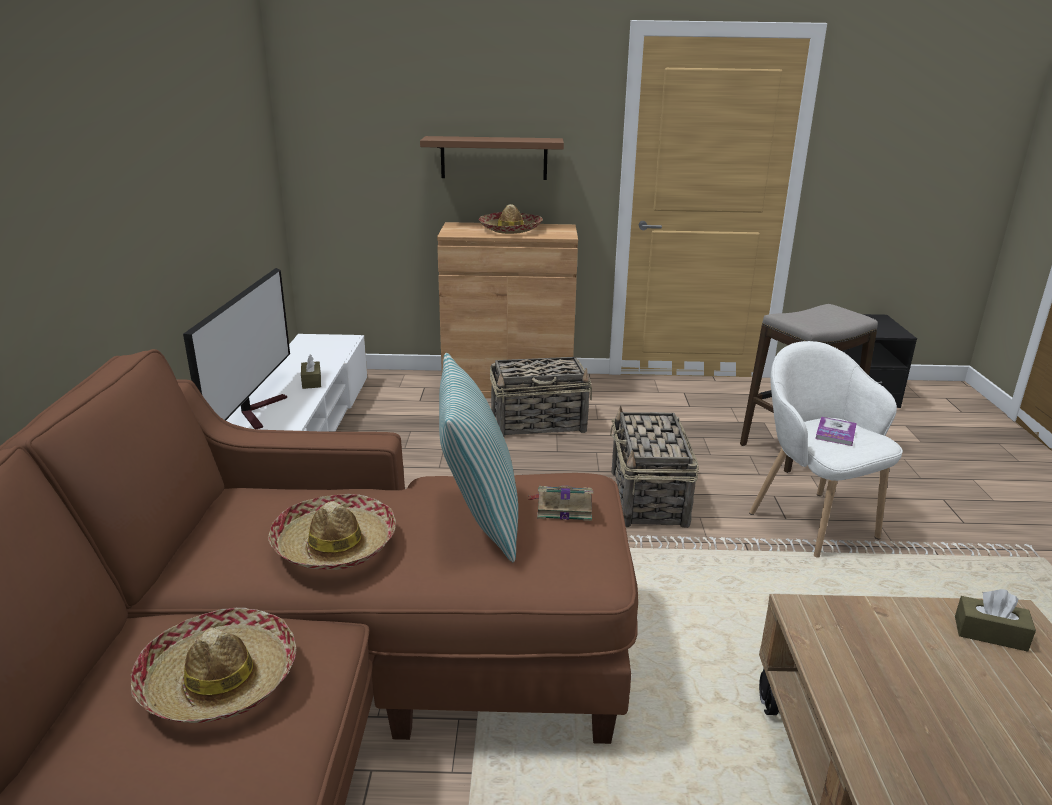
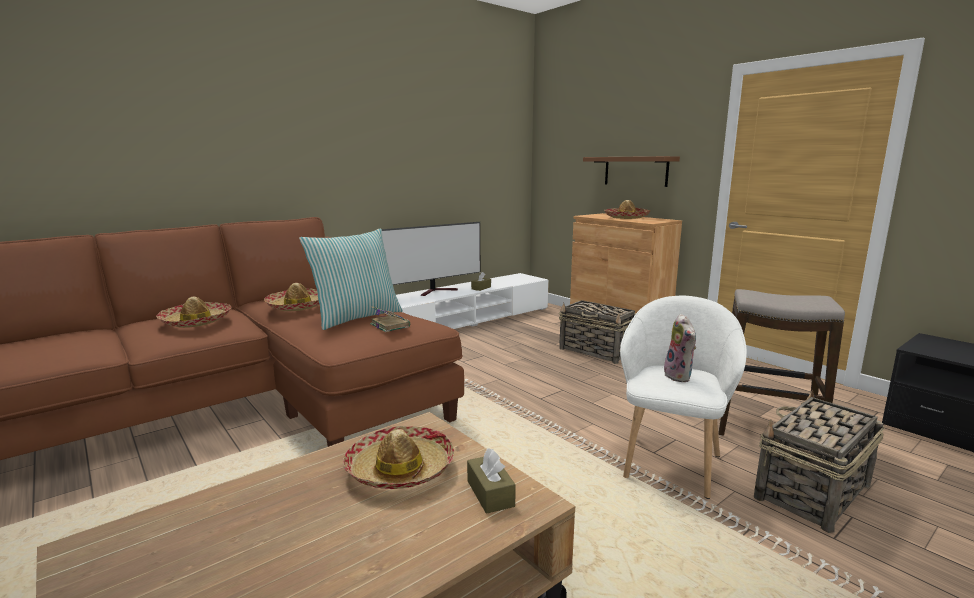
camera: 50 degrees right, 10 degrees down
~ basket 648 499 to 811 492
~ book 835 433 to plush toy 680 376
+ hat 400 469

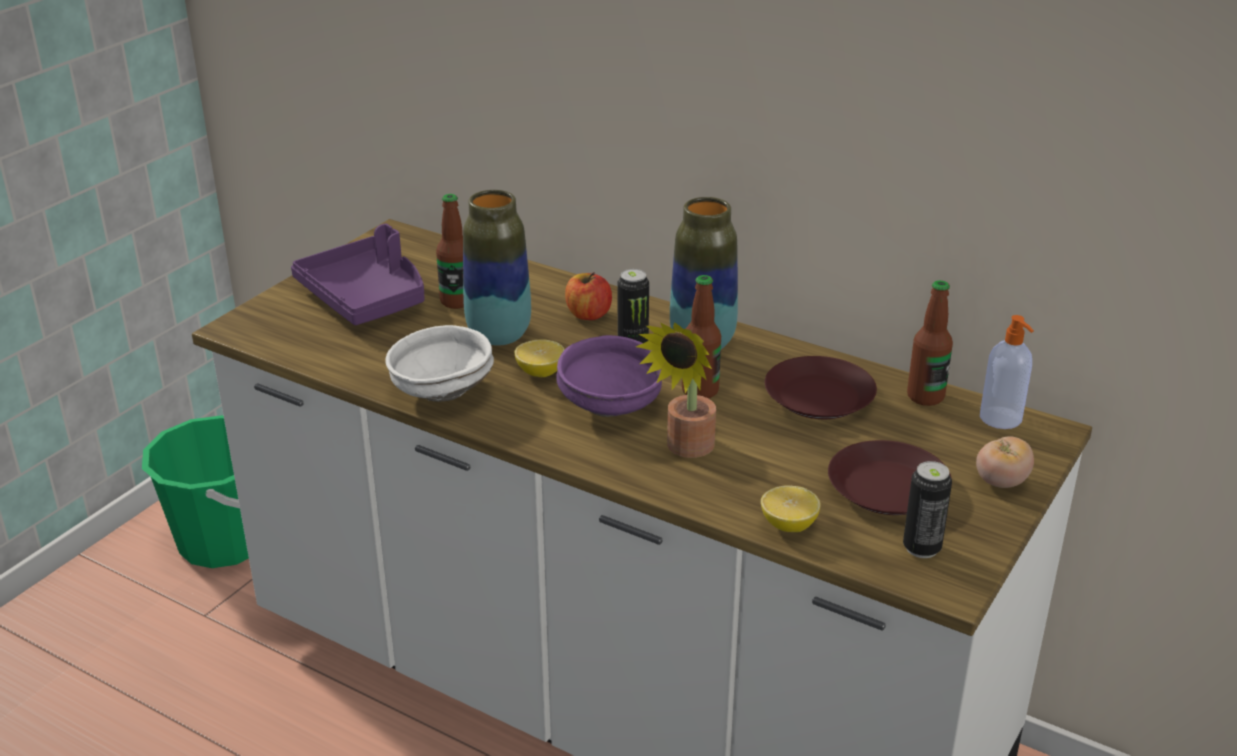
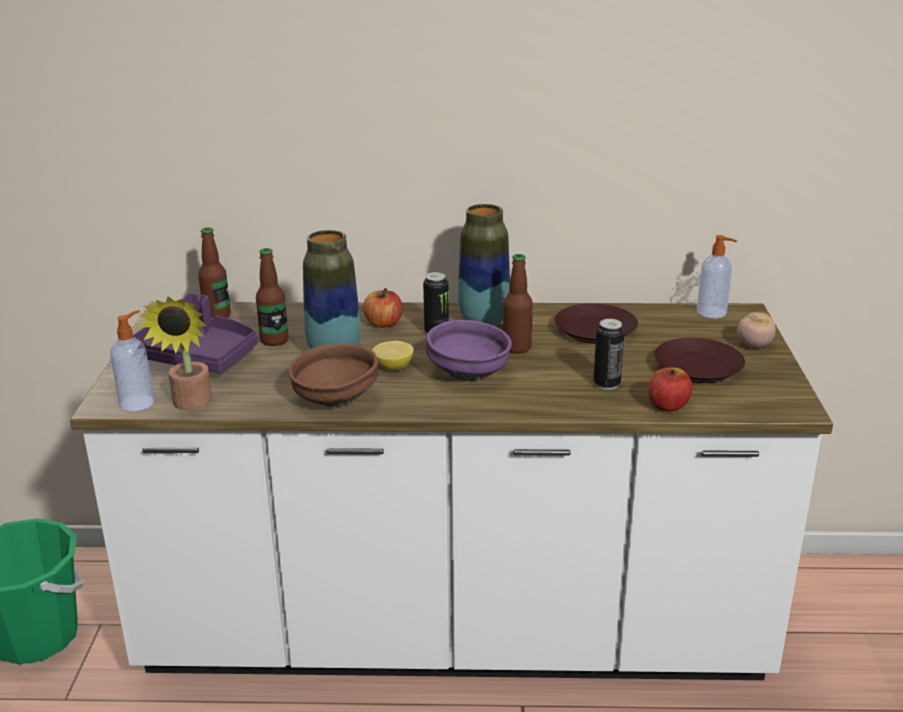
camera: 30 degrees left, 5 degrees down
~ bowl/white 440 391 to bowl/brown 334 399
~ potted plant 685 449 to 191 405
~ lemon 788 525 to apple 667 406
~ can 921 548 to 606 384
~ bottle 925 397 to 217 316
+ soap dispenser 138 402

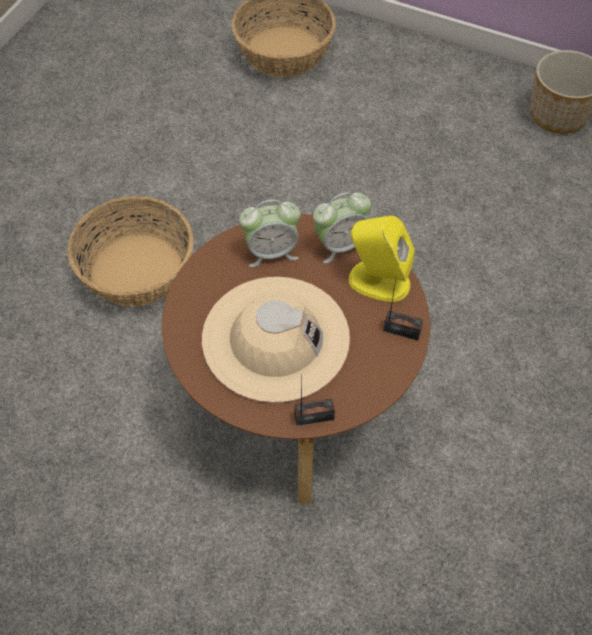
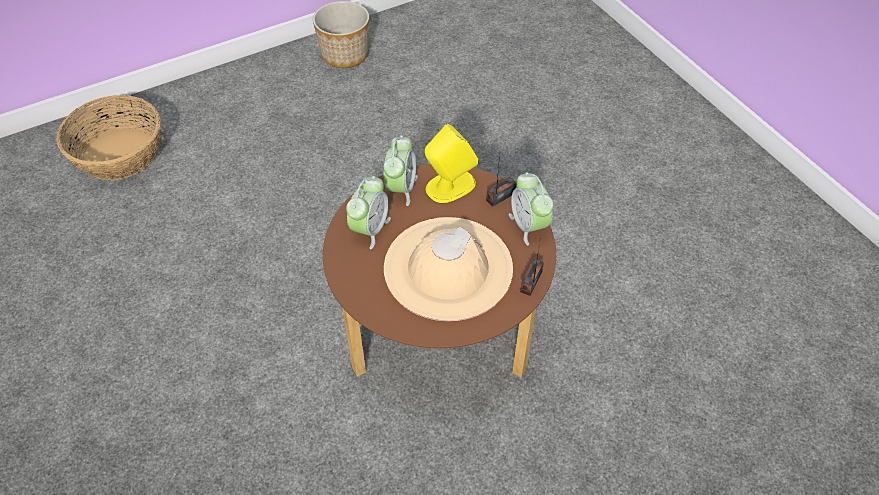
camera: 55 degrees left, 5 degrees down
- basket 137 269
+ alarm clock 529 226

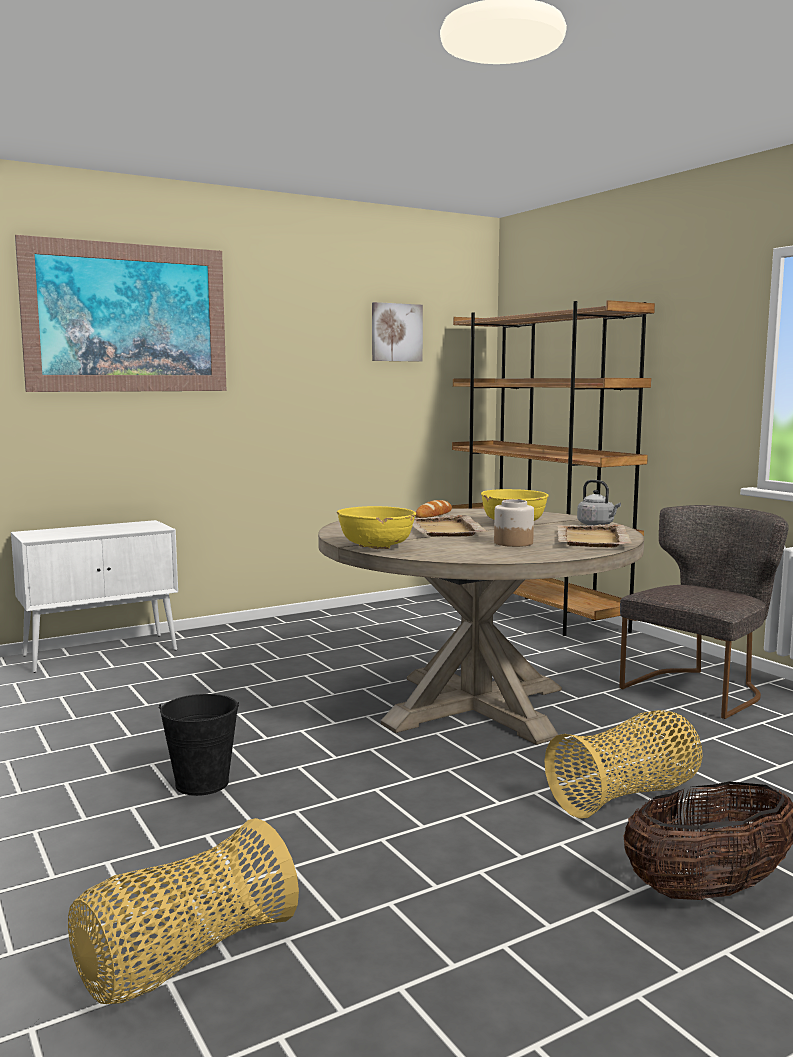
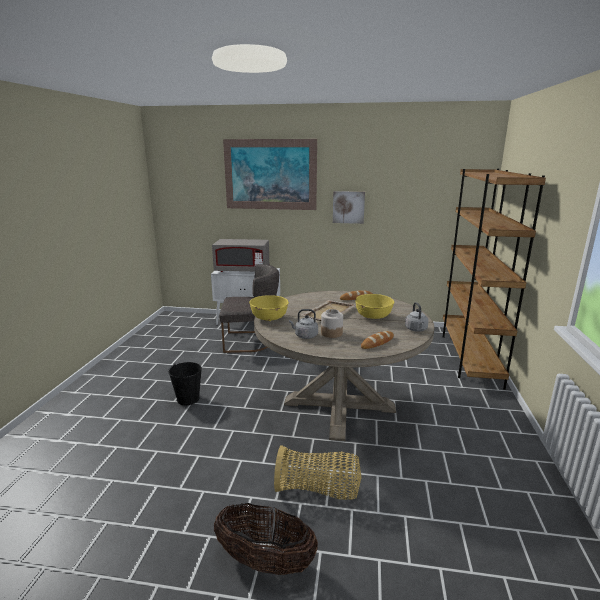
camera: 40 degrees right, 10 degrees up
- basket 184 959
~ picture 396 332 to 348 207
~ tray/beige 591 539 to bread 377 342
~ chair/grey 700 688 to 251 341
+ microwave/grey 242 270
+ kettle/grey 305 336

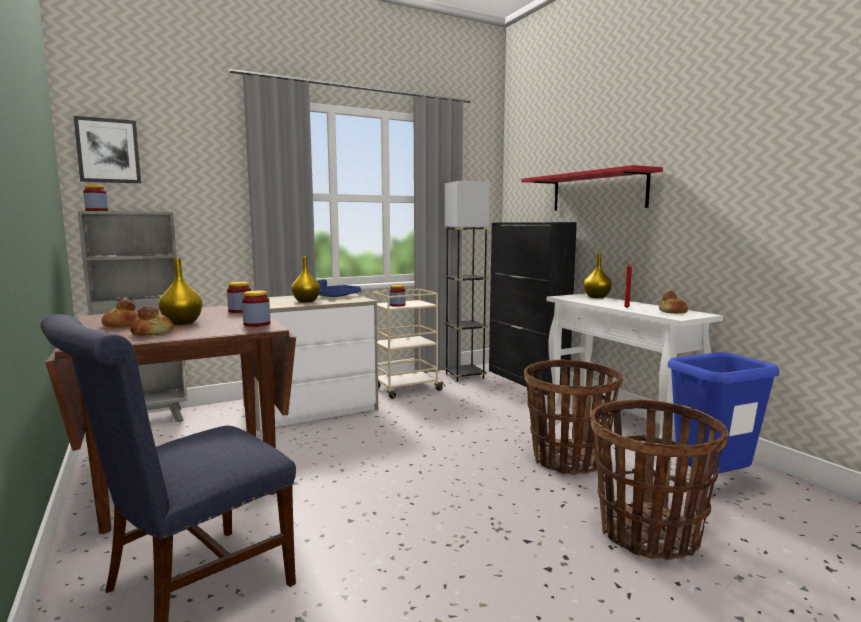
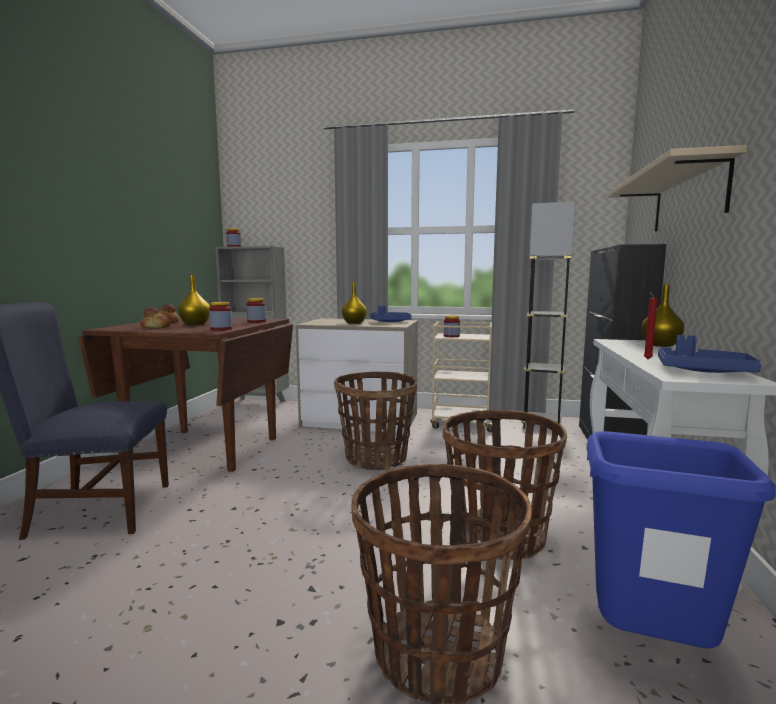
camera: 40 degrees right, 0 degrees up
- picture 108 151
~ shelf/red 597 191 to shelf/beige 688 198
~ bread 673 312 to tray/blue 702 371
+ basket 376 458

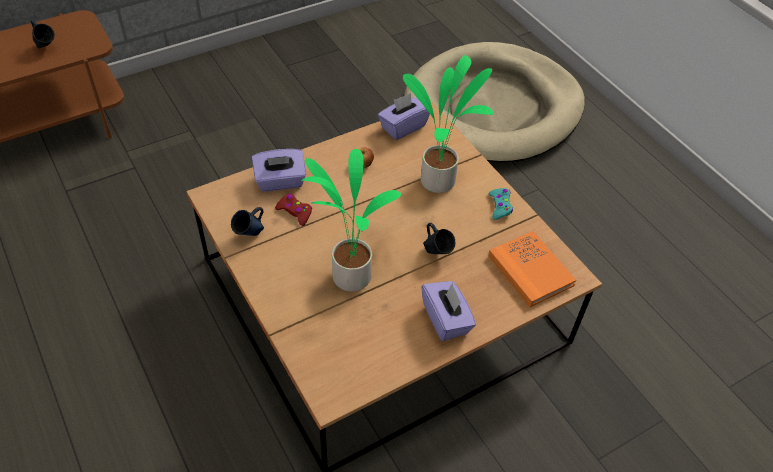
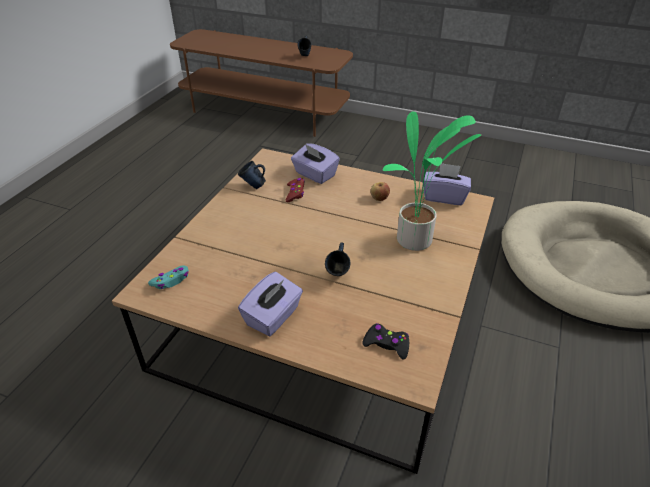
camera: 55 degrees right, 10 degrees down
- potted plant 349 275
~ book/orange 530 270 to game controller/black 386 344
~ game controller/turquoise 500 206 to 171 281

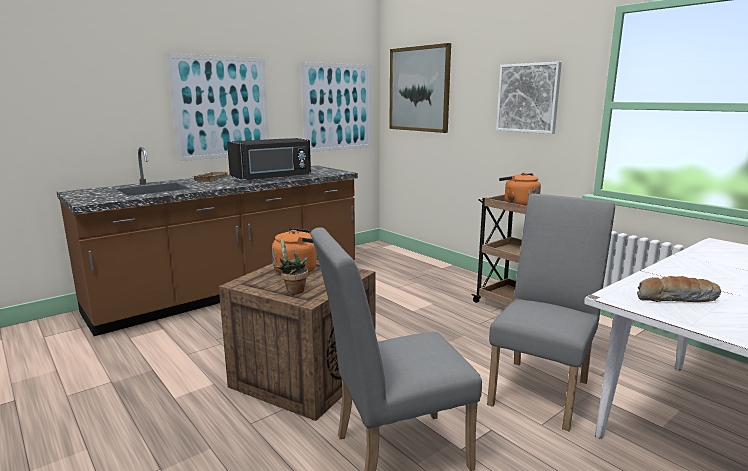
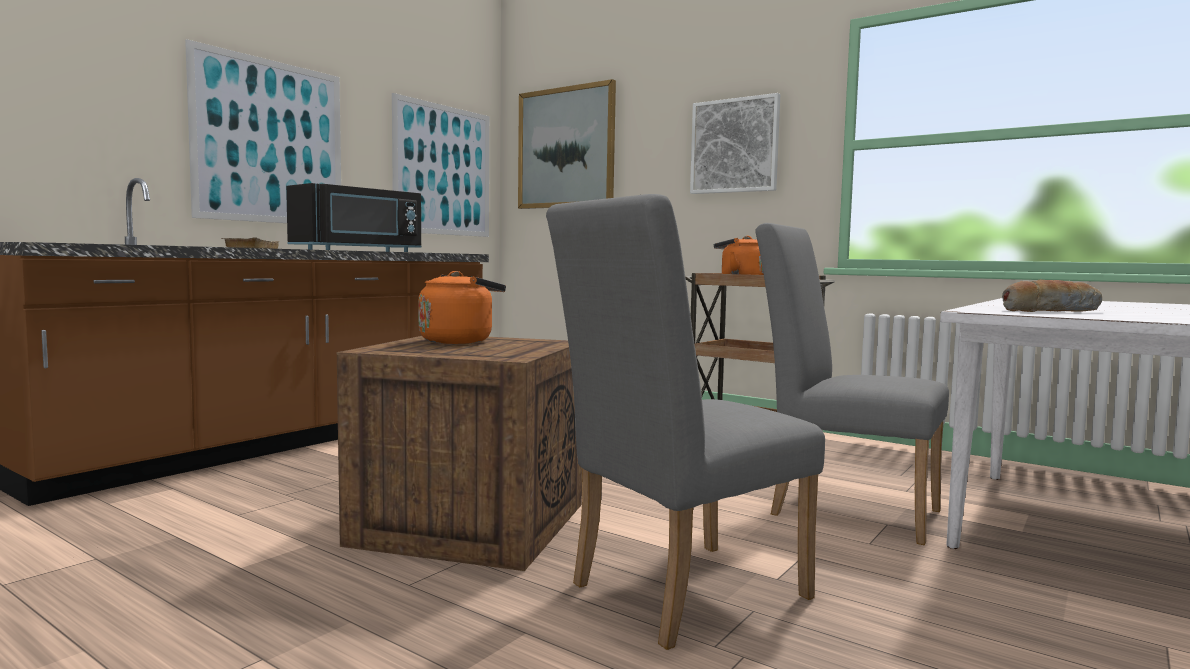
camera: 15 degrees left, 10 degrees down
- potted plant 293 290
~ chair/grey 542 388 = 842 508 75 degrees counterclockwise

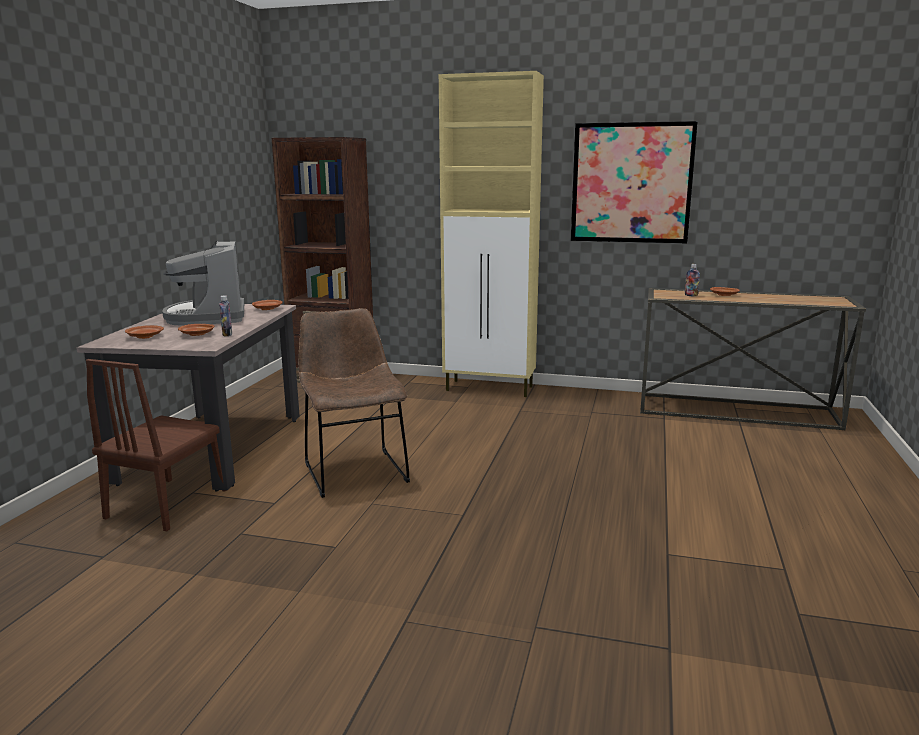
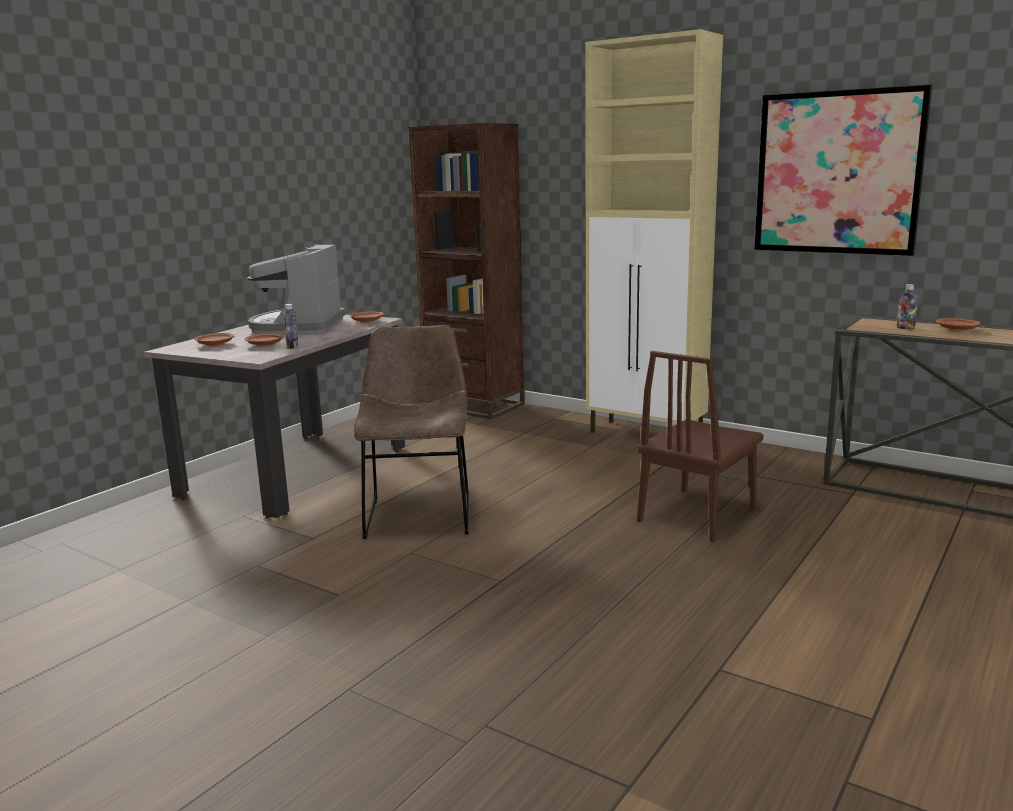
camera: 20 degrees right, 0 degrees up
~ chair/brown 168 503 to 697 514

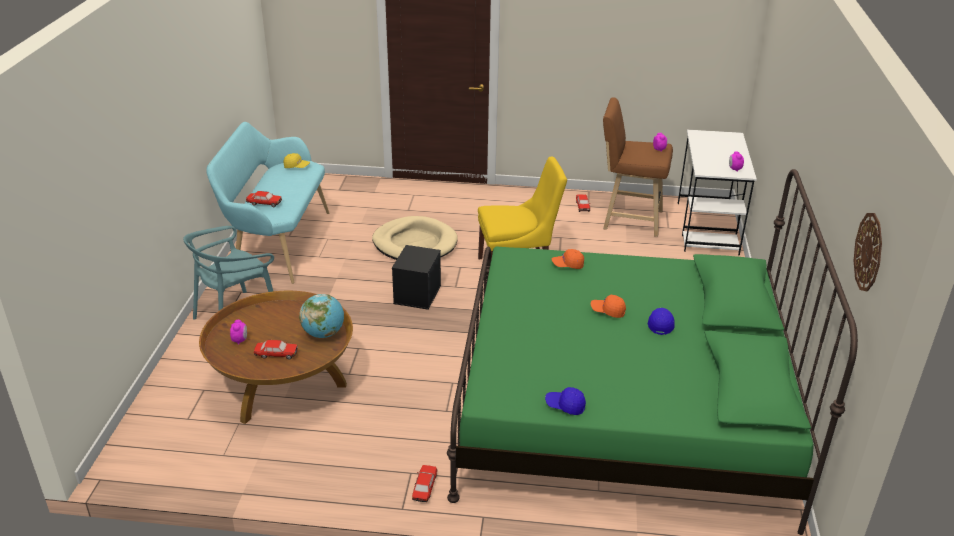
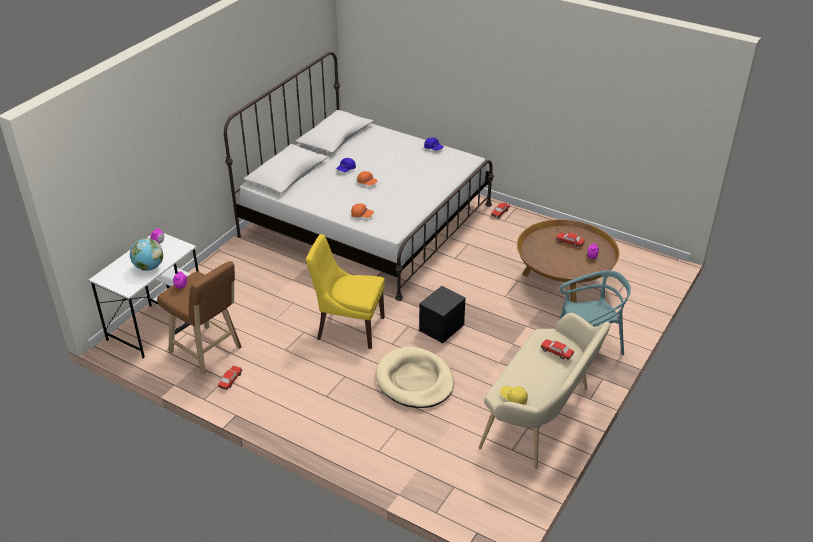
camera: 155 degrees left, 5 degrees up
~ bench/turquoise 277 244 to bench/beige 541 419
~ globe 323 333 to 149 267
~ bed/green 622 406 to bed/white 366 220
- wall clock 869 252

